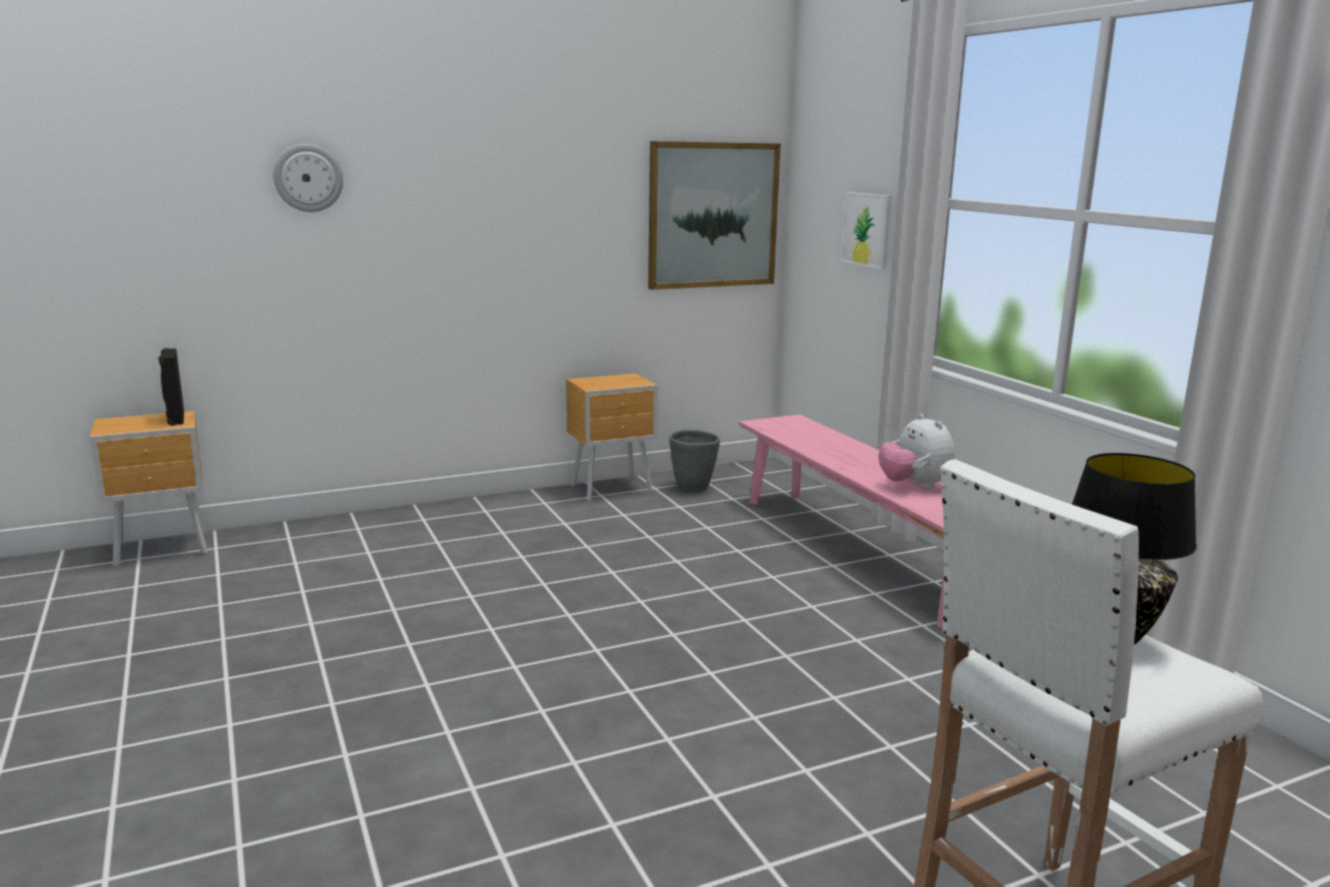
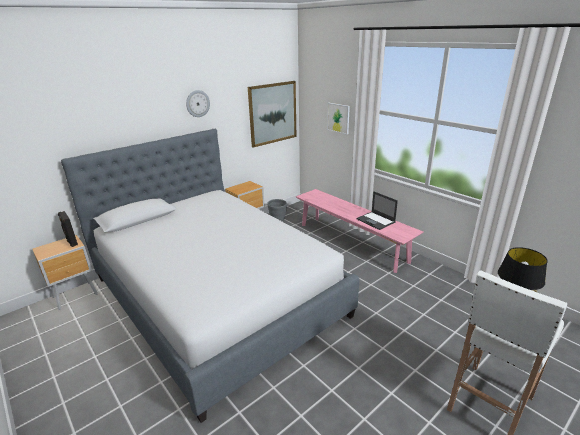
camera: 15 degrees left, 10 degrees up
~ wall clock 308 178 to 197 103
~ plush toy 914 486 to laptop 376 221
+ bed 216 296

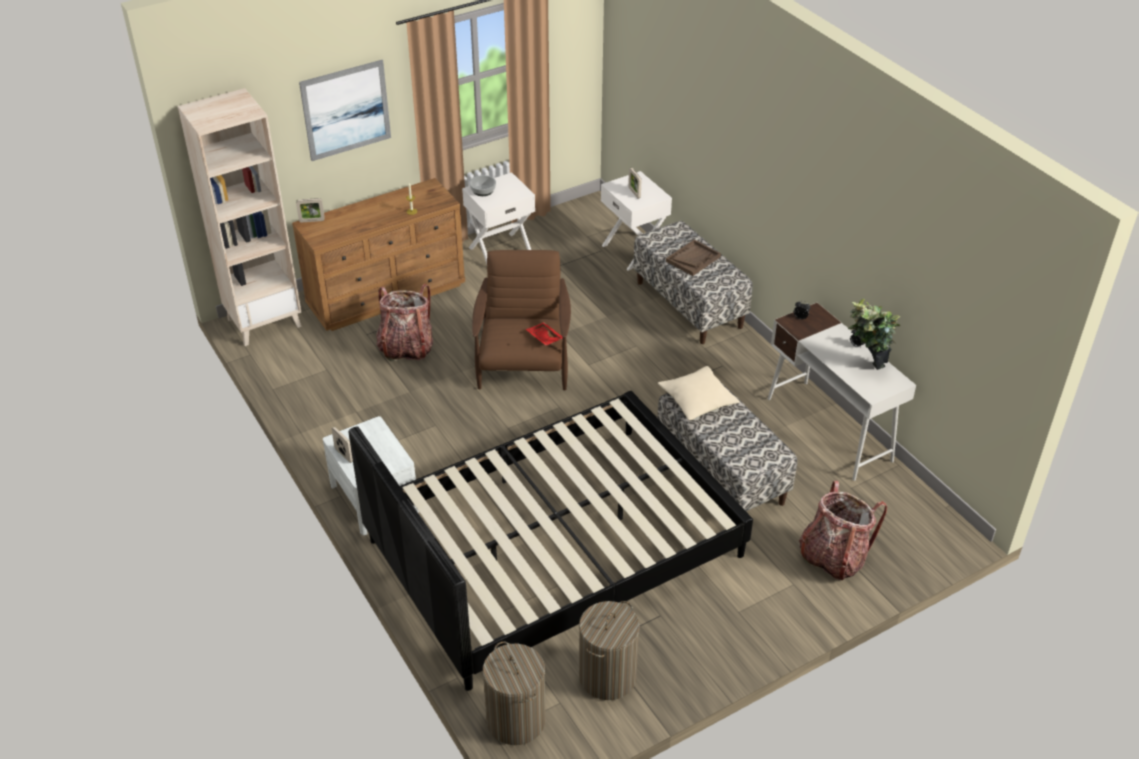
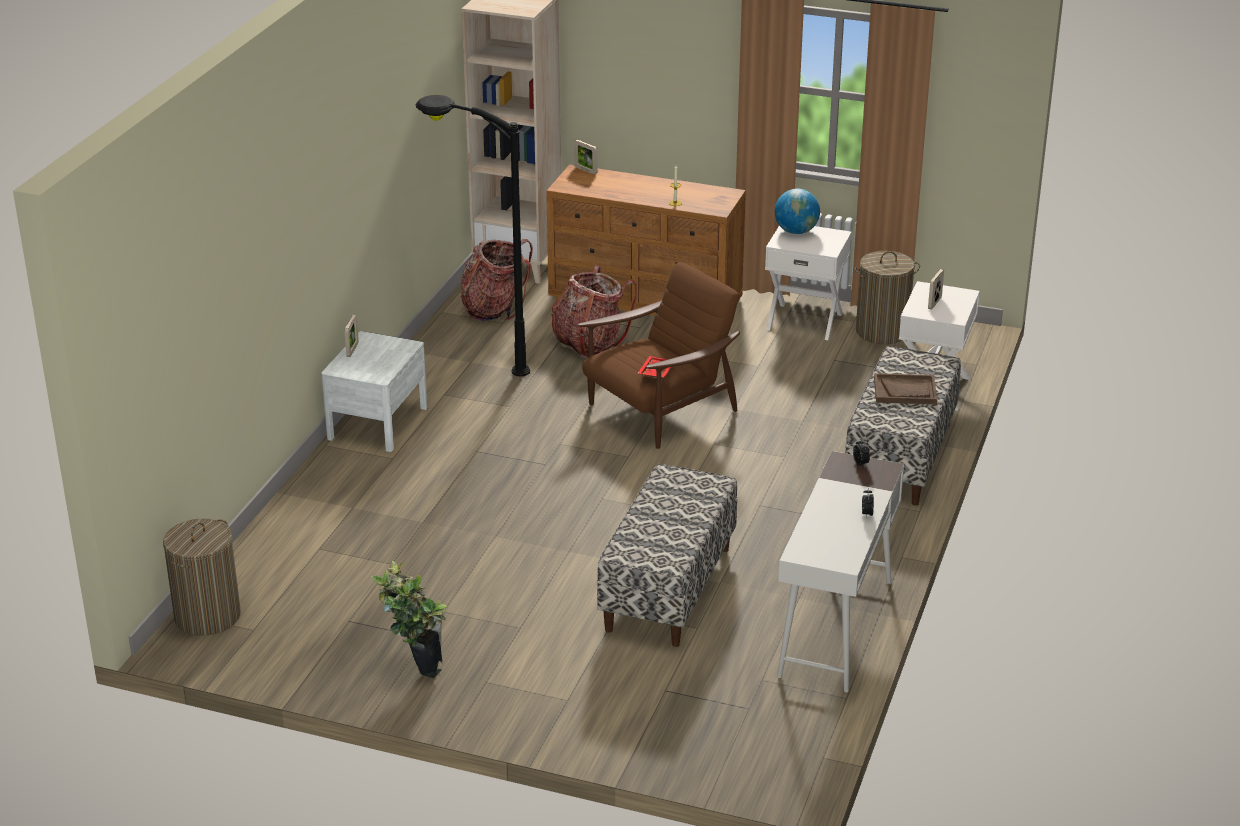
camera: 50 degrees right, 10 degrees down
- picture 346 110
- bed/black 554 548
~ bowl 483 190 to globe 796 231
~ laundry basket 607 677 to 882 331
- pillow/beige 697 400
~ backpack 833 557 to 495 309
~ potted plant 866 369 to 414 668
+ floor lamp/black 468 360

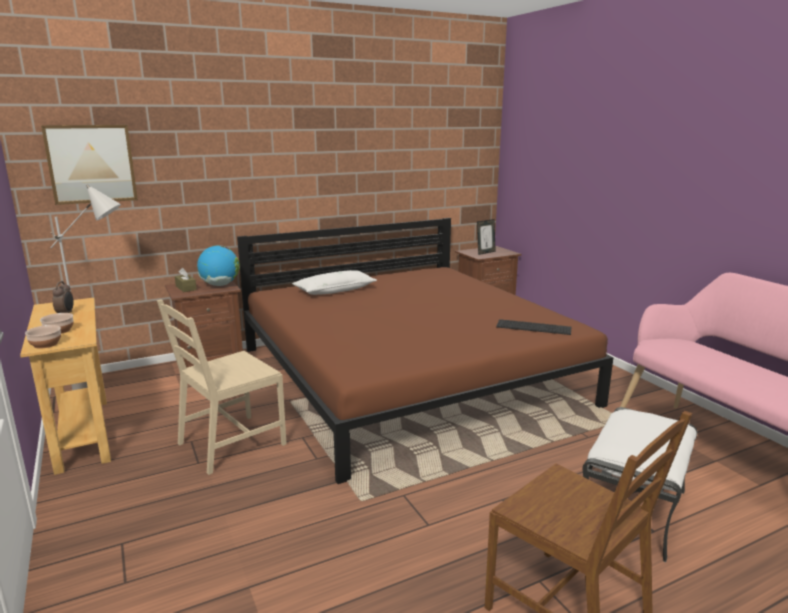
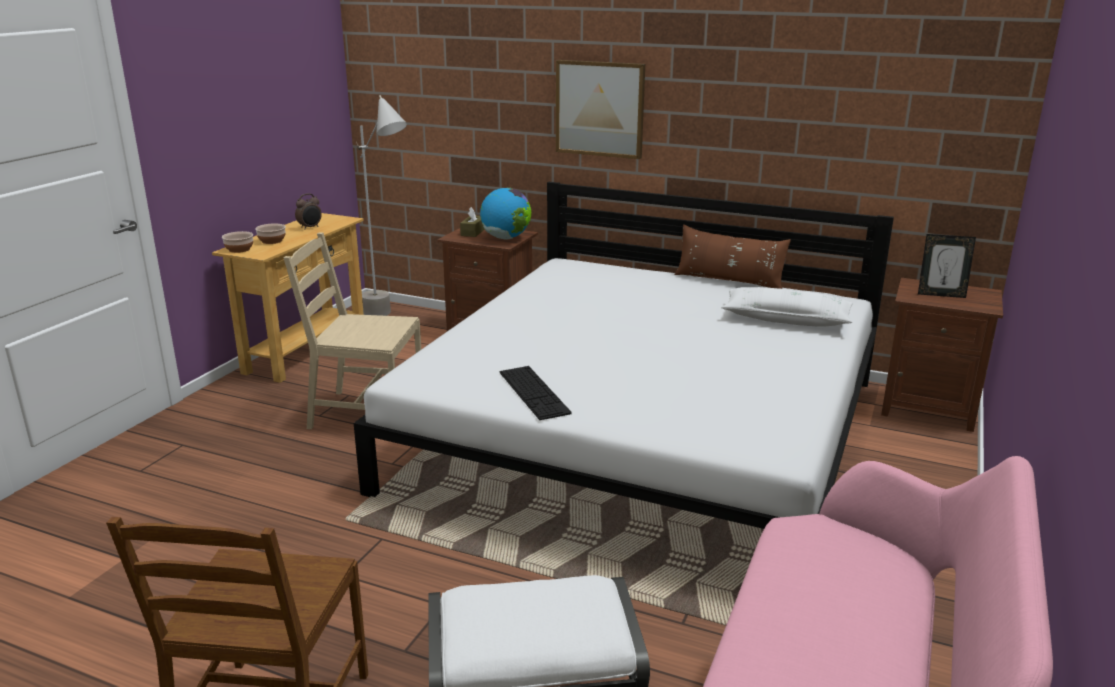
camera: 50 degrees right, 5 degrees up
~ picture 91 164 to 600 108
~ bed/brown 408 375 to bed/white 644 433
~ pillow/white 335 290 to 786 319
~ keyboard 533 327 to 533 392
+ pillow/brown 729 281

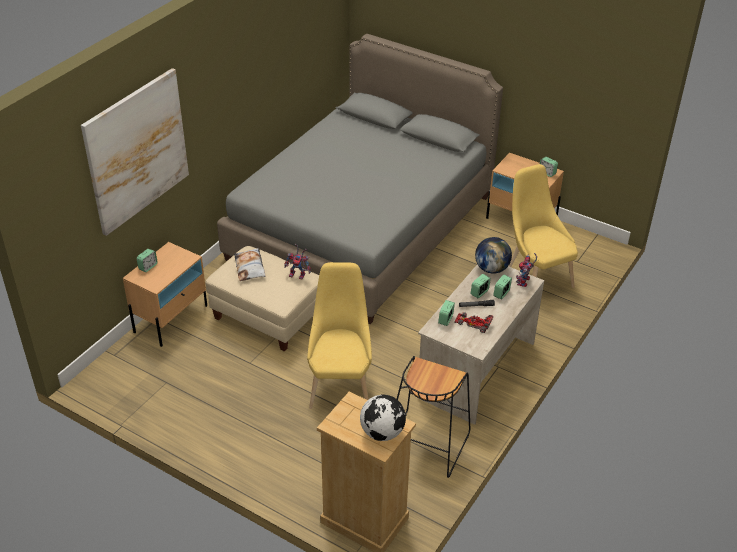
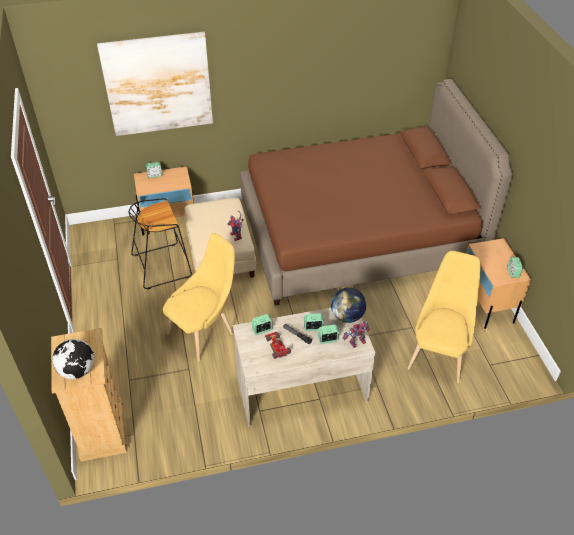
camera: 45 degrees right, 5 degrees up
~ bed/grey 361 227 to bed/brown 358 235
- pillow 250 267
~ stool/black 426 443 to 162 265

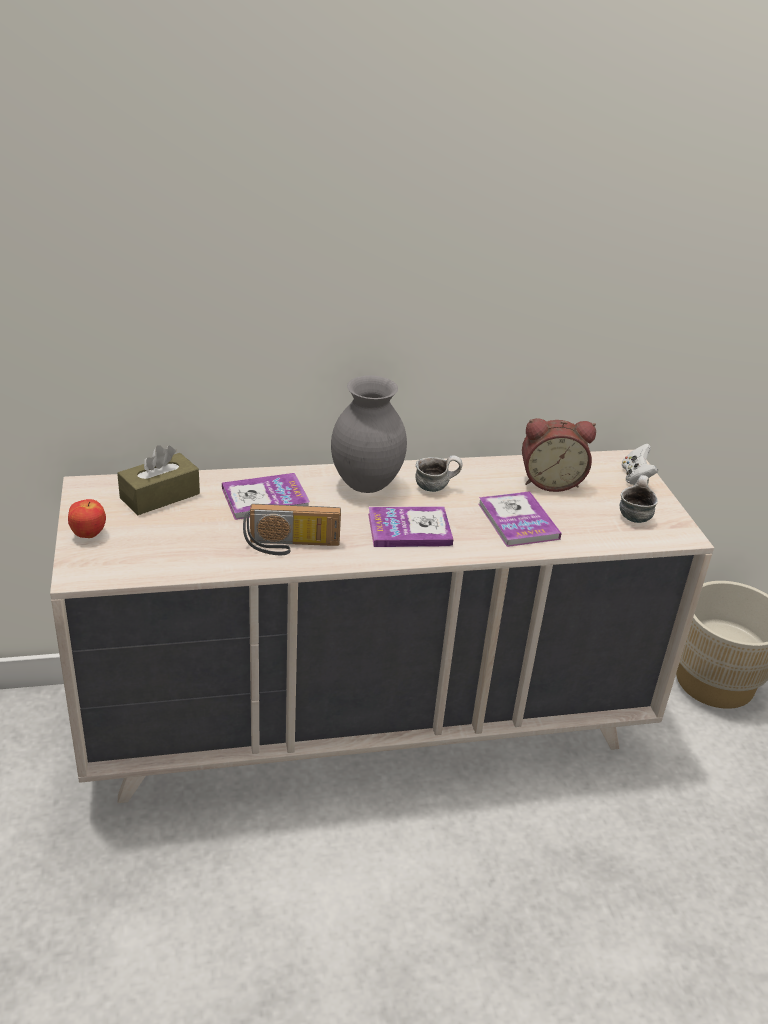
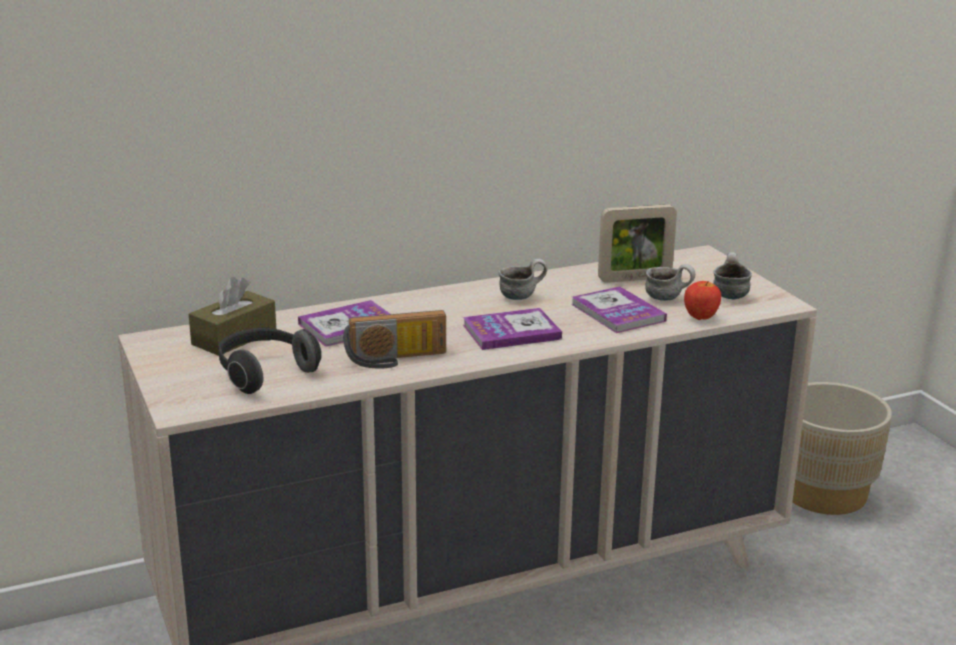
camera: 10 degrees left, 10 degrees down
~ apple 89 534 to 700 318
- vase/grey 365 484
~ alarm clock 550 481 to picture frame 634 279
- game controller/white 635 477
+ headphones 264 373
+ mug 668 298

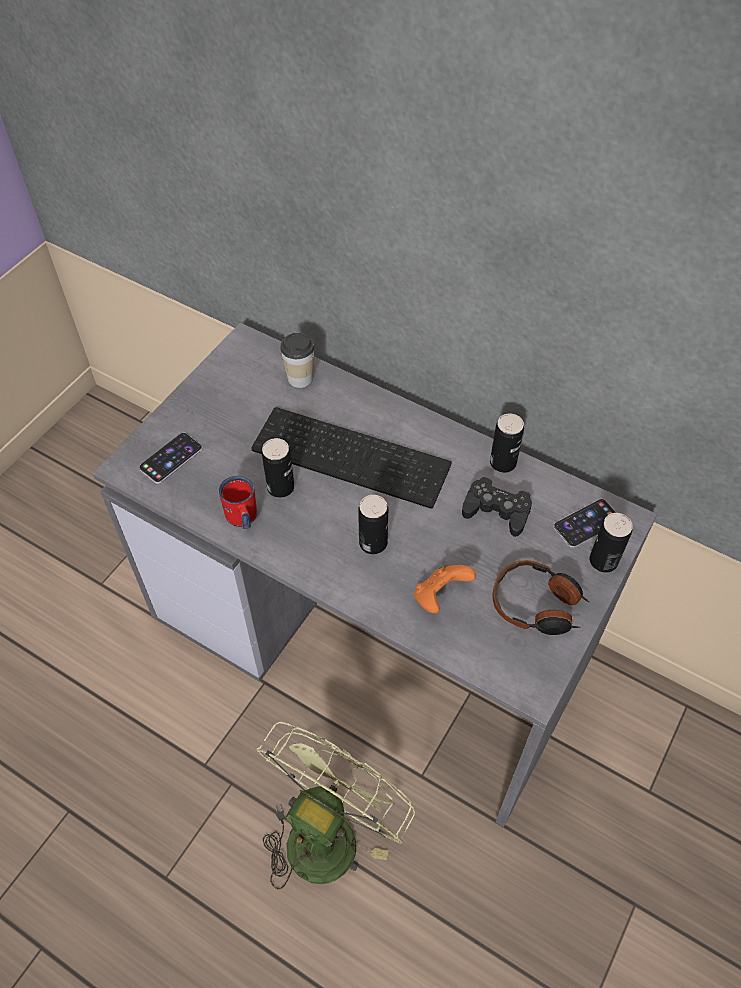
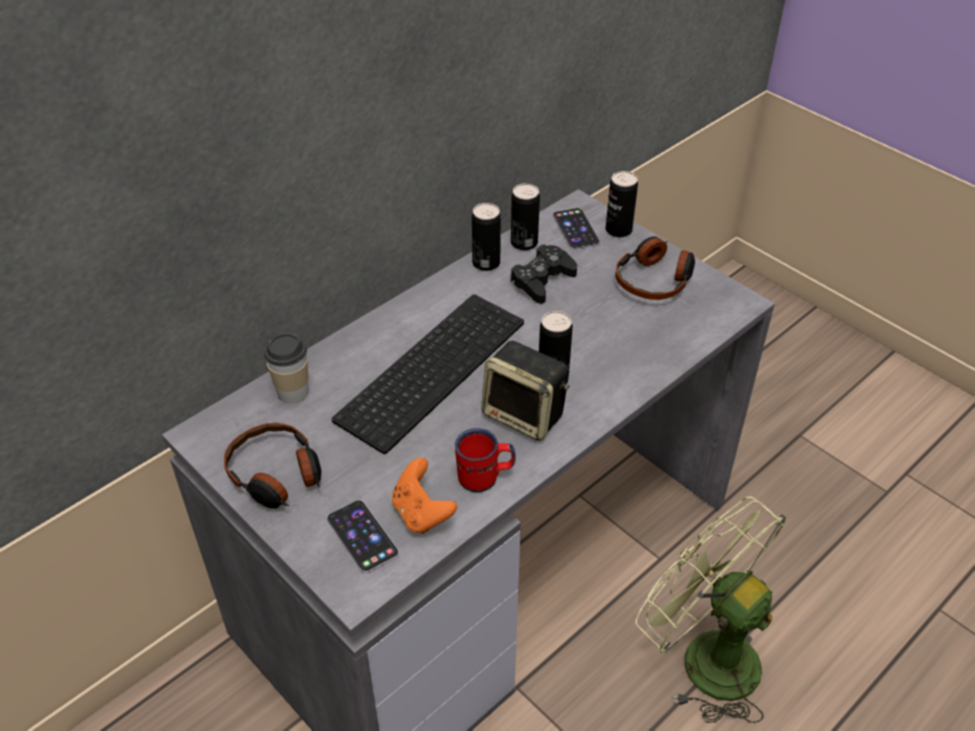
camera: 75 degrees left, 10 degrees down
~ can 280 487 to 524 243
~ game controller/orange 440 596 to 422 513
+ headphones 276 475
+ speaker 525 415

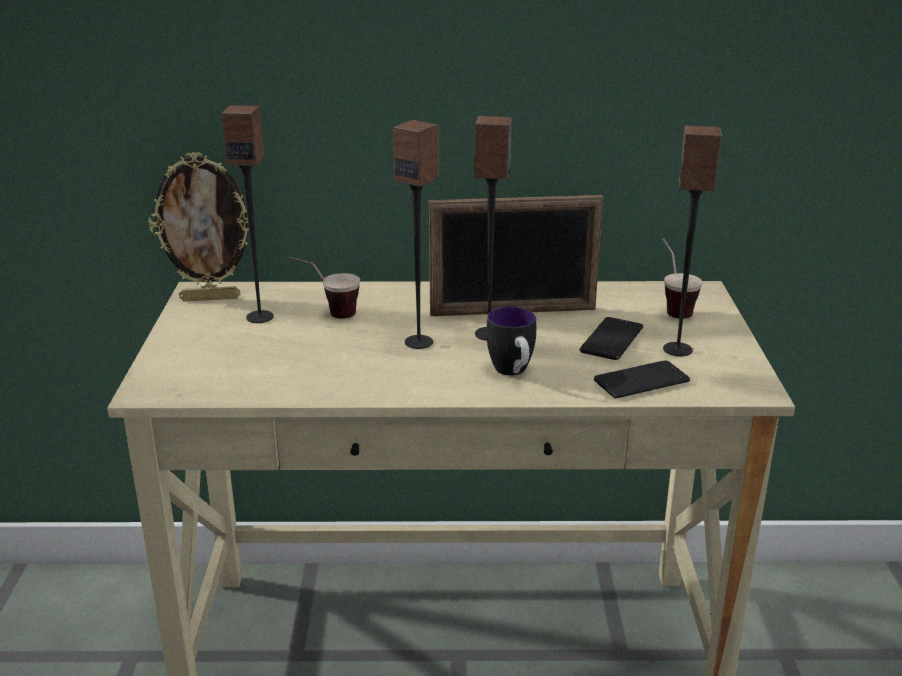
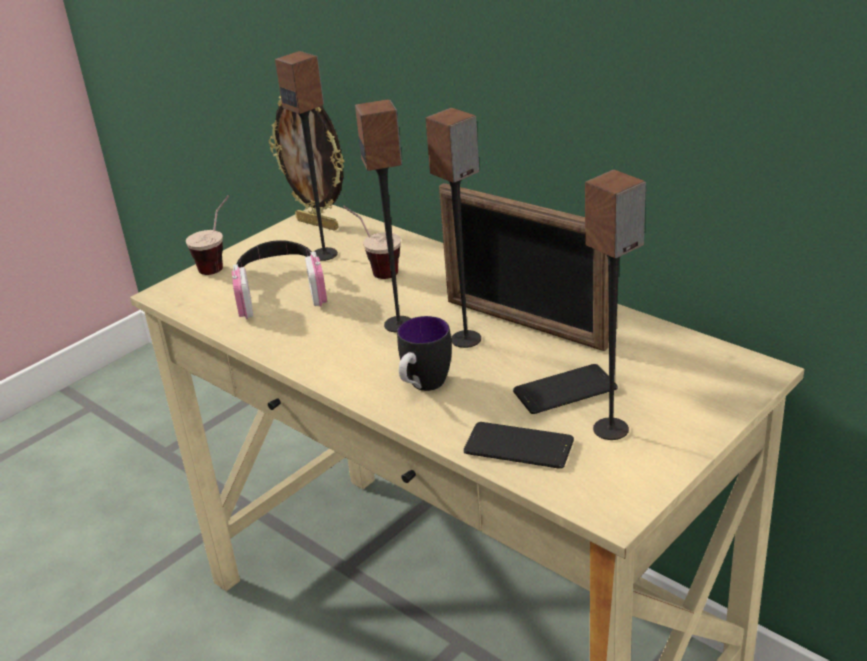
camera: 45 degrees right, 5 degrees up
~ cup 672 307 to 219 263
+ headphones 279 289

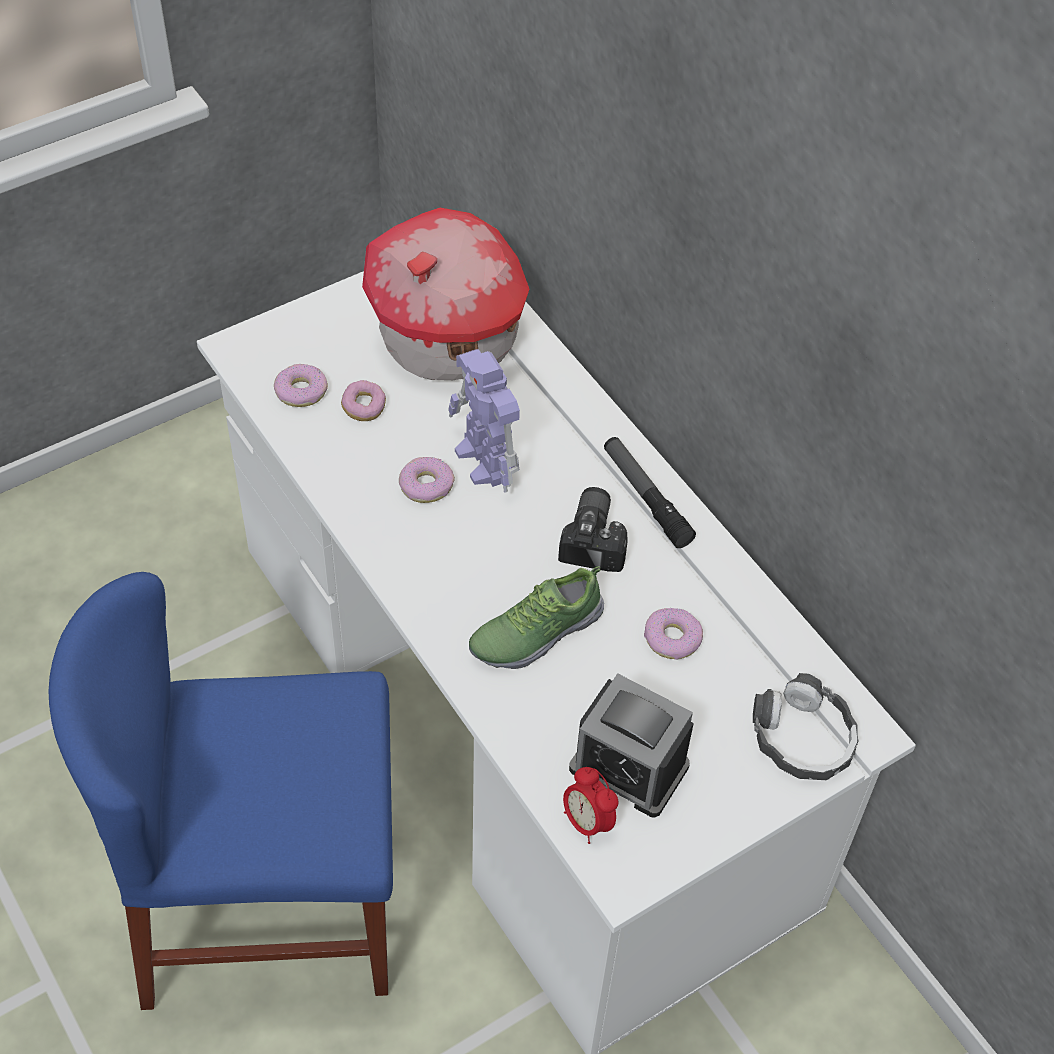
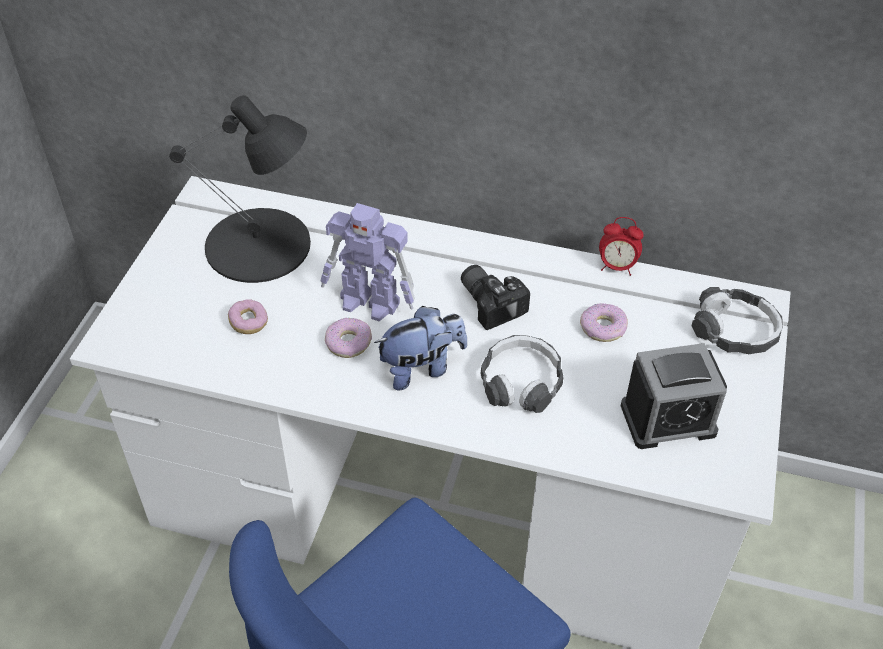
camera: 40 degrees left, 5 degrees down
- donut 301 391
~ toy house 449 340 to table lamp/black 259 246
~ shoe 535 631 to headphones 521 382
~ alarm clock 587 822 to 617 267
- flashlight 646 497
+ plush toy 421 368

